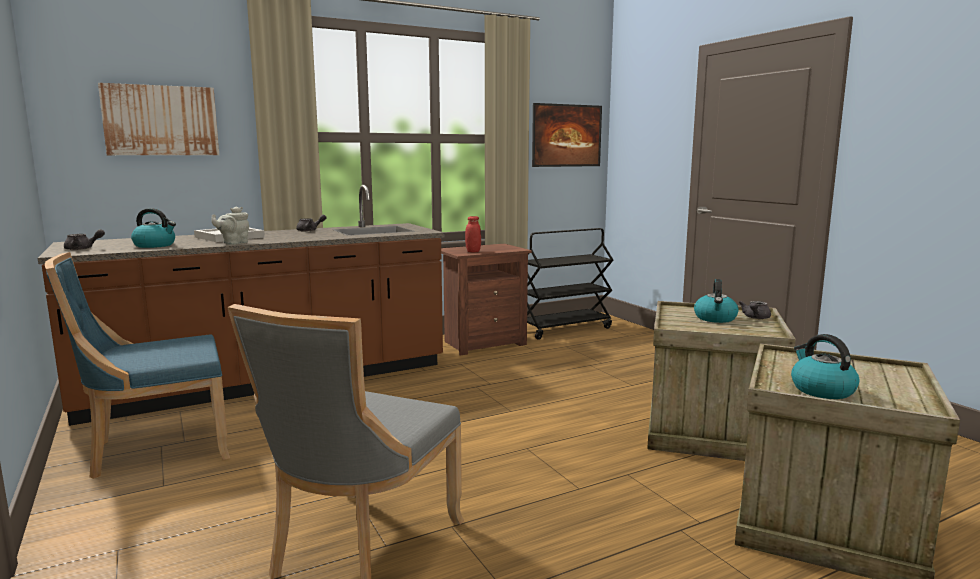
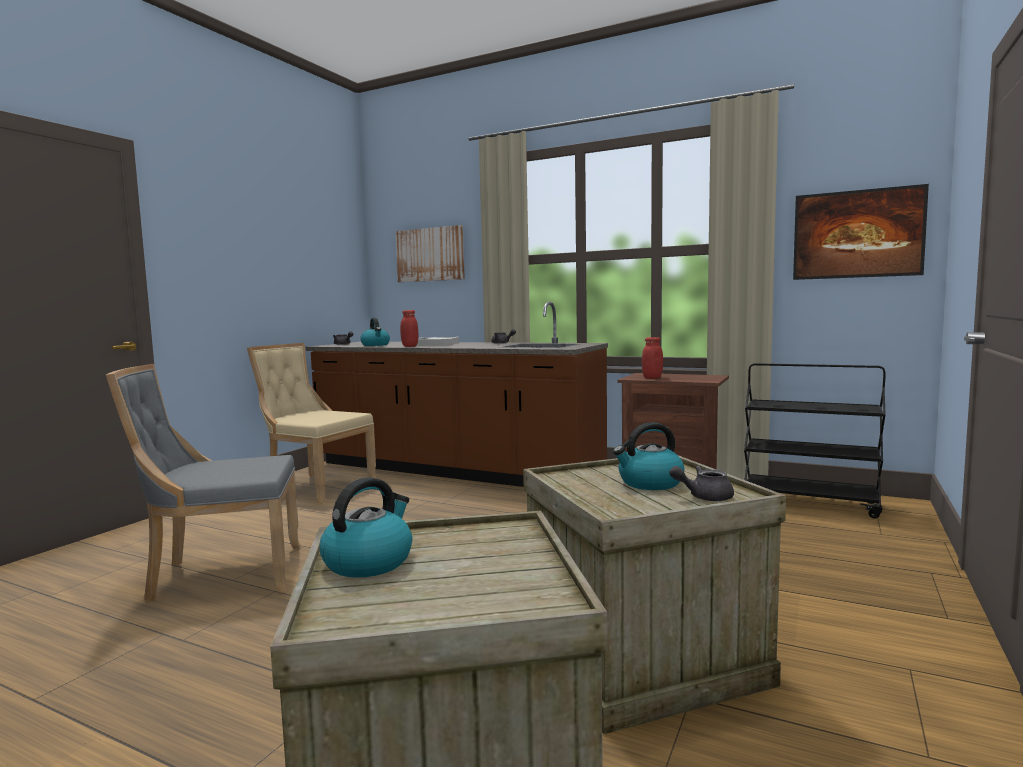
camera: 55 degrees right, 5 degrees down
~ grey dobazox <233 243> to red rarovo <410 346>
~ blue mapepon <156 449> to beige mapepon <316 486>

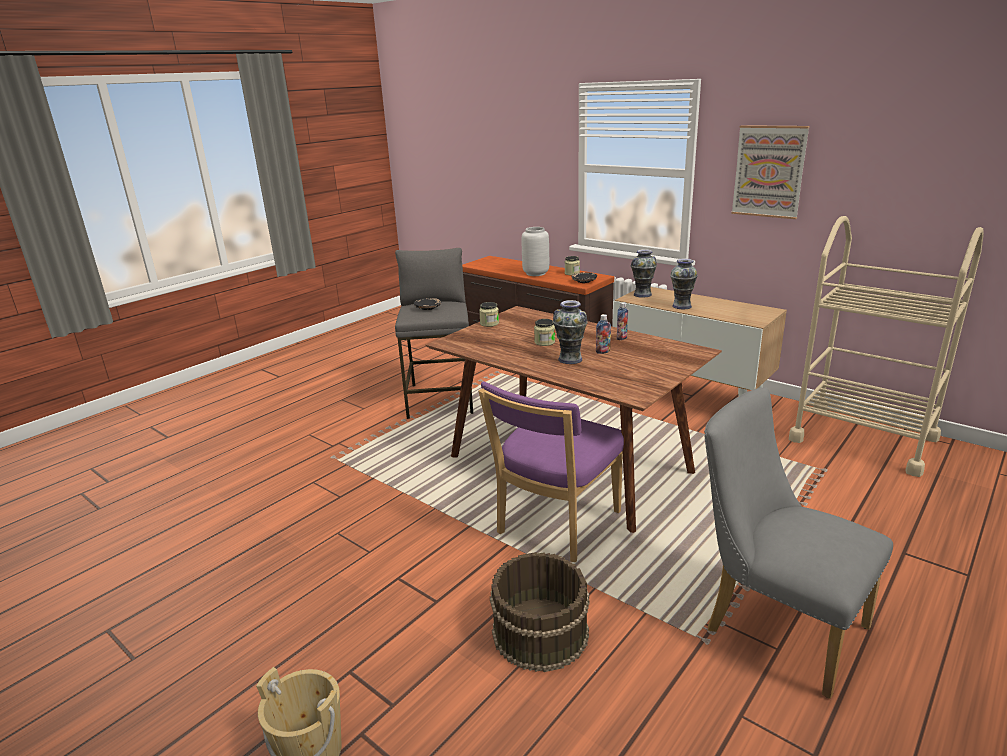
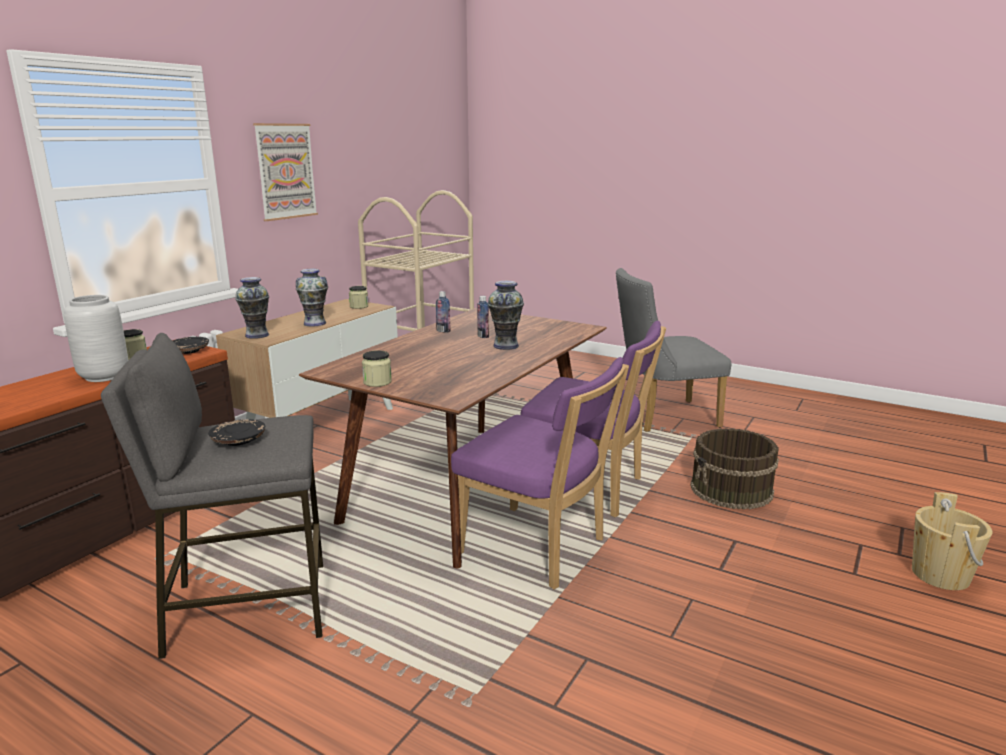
camera: 100 degrees left, 5 degrees down
~ rarovo <544 342> to <359 306>
~ grey mapepon <774 624> = <661 417> 45 degrees clockwise
+ purple mapepon <538 549>

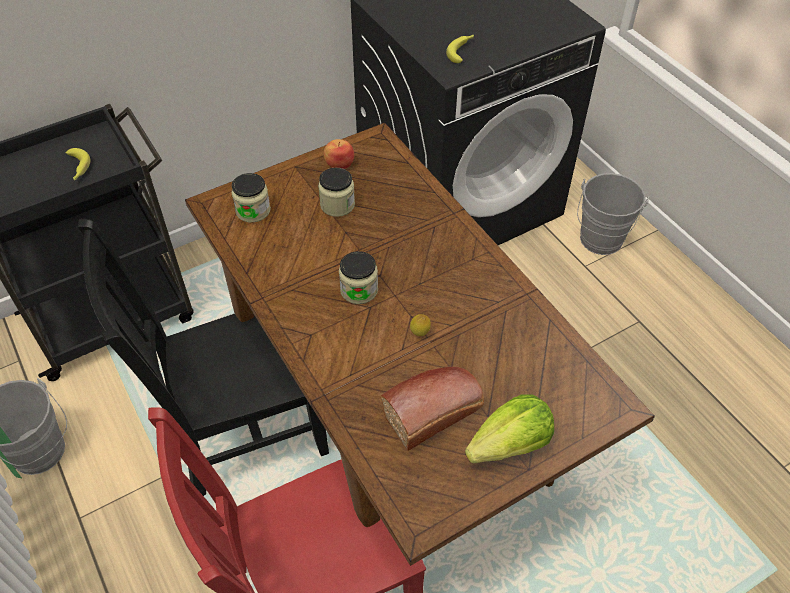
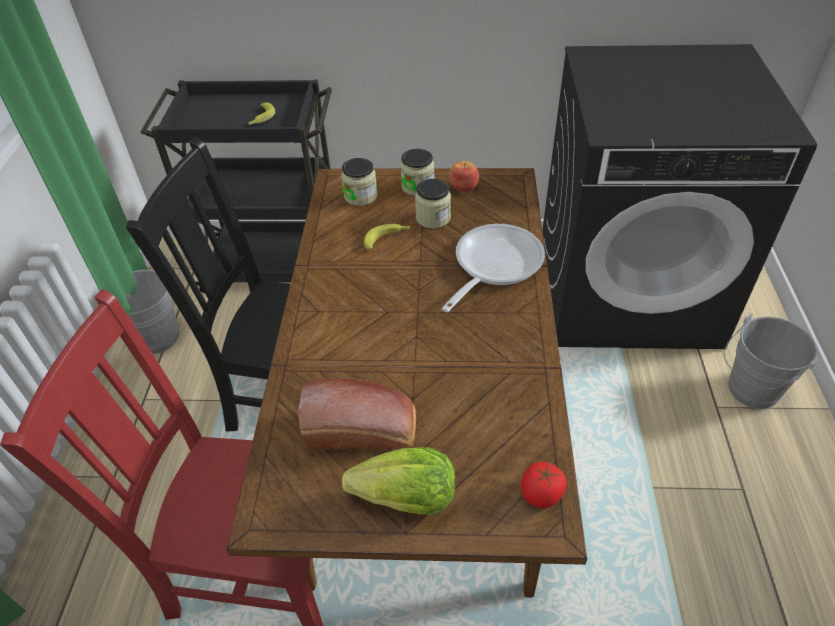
camera: 35 degrees right, 5 degrees down
~ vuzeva <462 51> to <387 239>
~ rarovo <359 290> to <418 186>
- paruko <420 334>
+ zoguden <493 265>
+ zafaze <541 494>

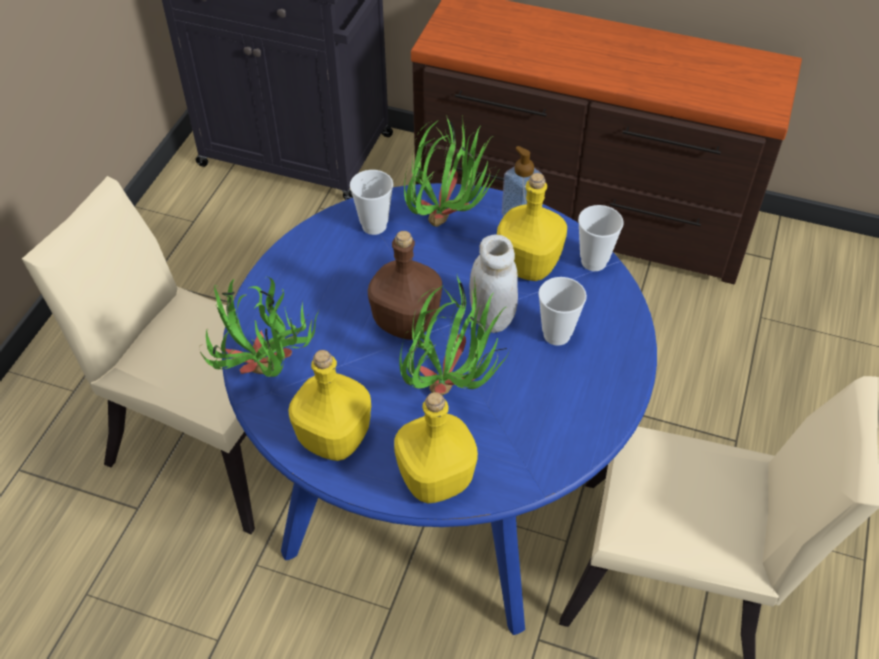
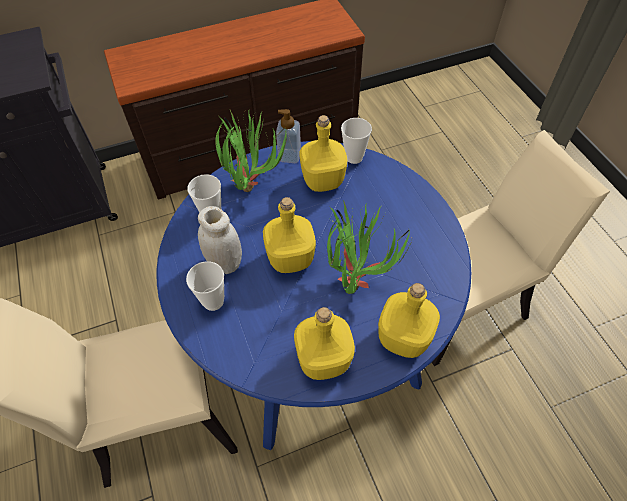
camera: 40 degrees left, 5 degrees up
~ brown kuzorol <405 322> to yellow kuzorol <291 259>
~ white rarovo <492 318> to <225 263>
- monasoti <267 380>
~ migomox <556 335> to <213 301>

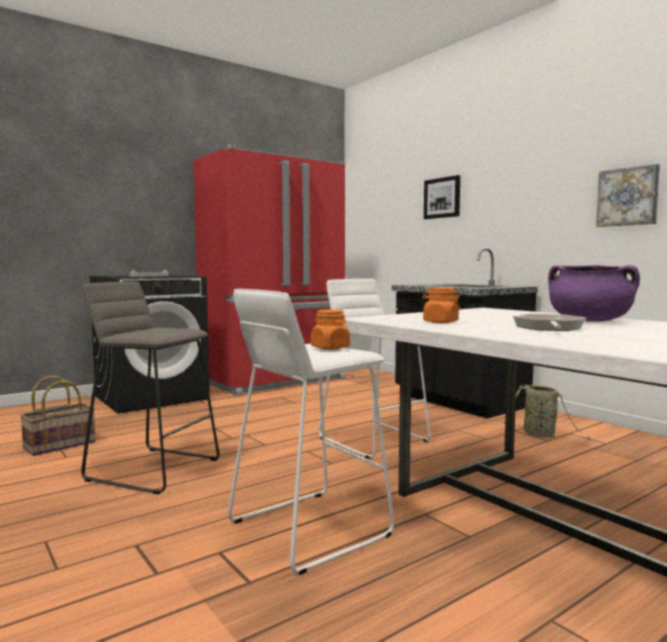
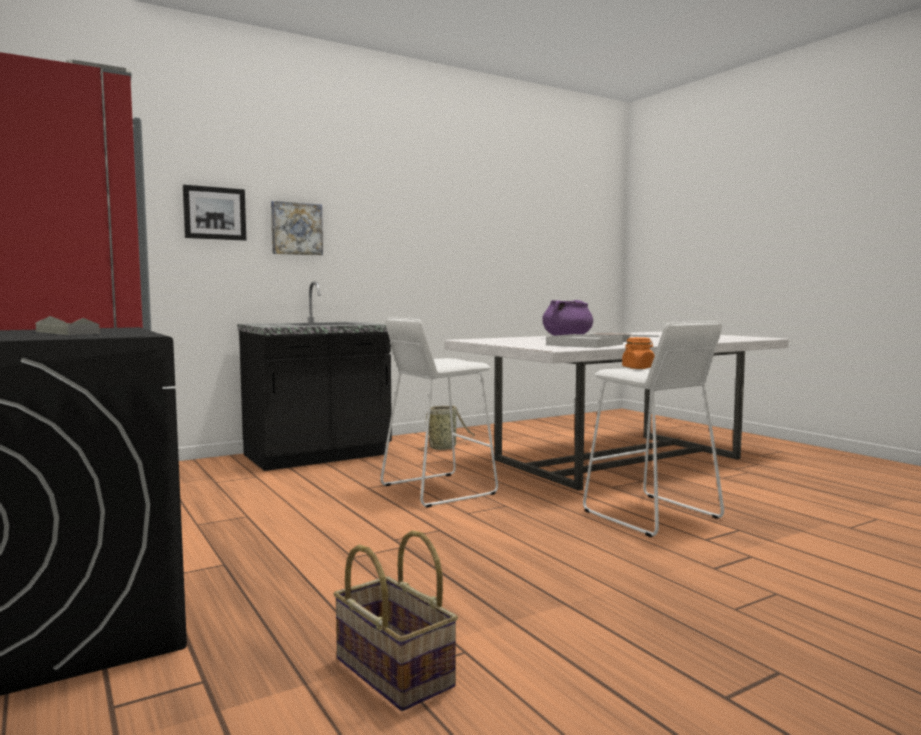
camera: 85 degrees left, 0 degrees up
~ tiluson <628 197> to <296 229>
- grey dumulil <154 469>
~ orange rarovo <440 322> to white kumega <584 345>

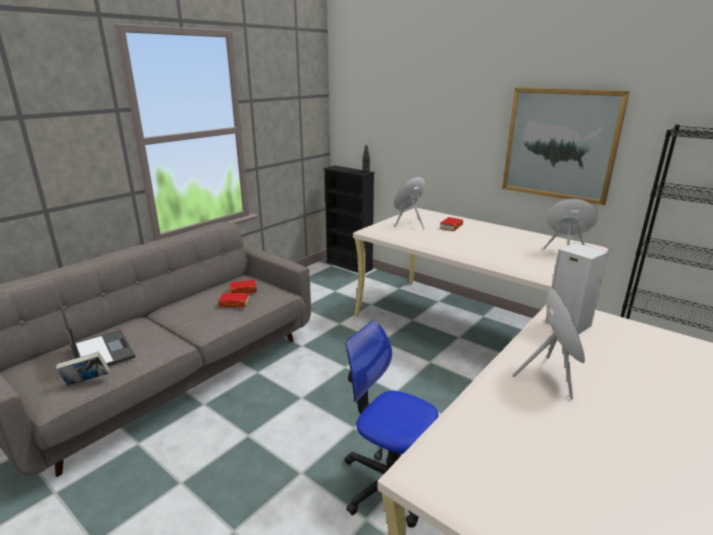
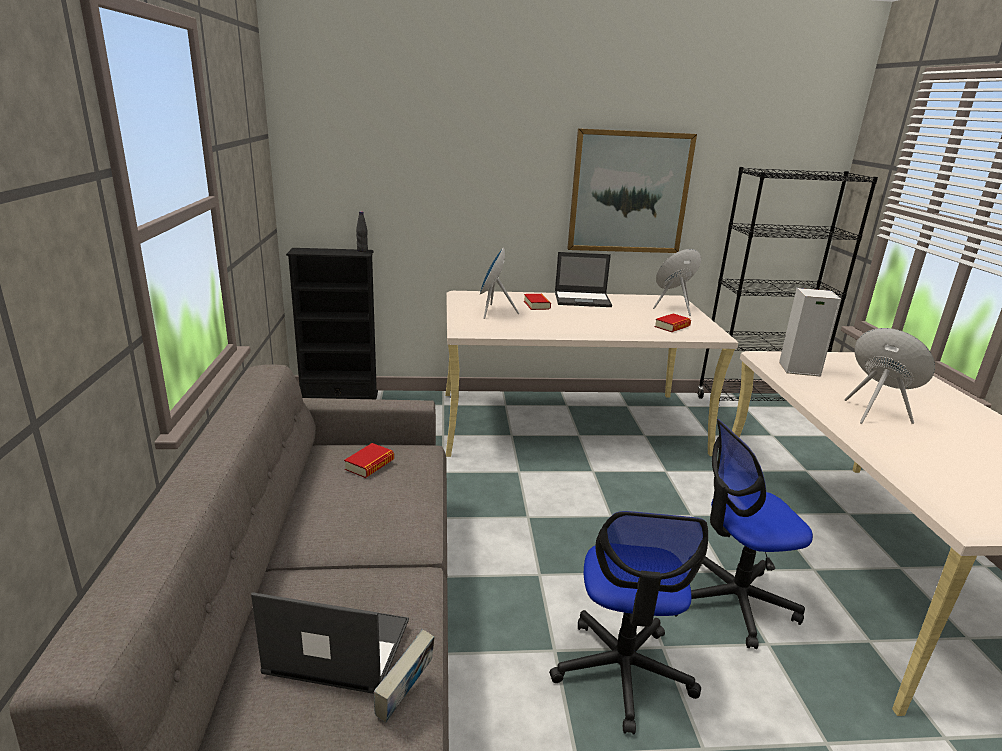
camera: 45 degrees left, 0 degrees up
~ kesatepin <234 303> to <672 326>
+ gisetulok <583 299>
+ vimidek <622 672>

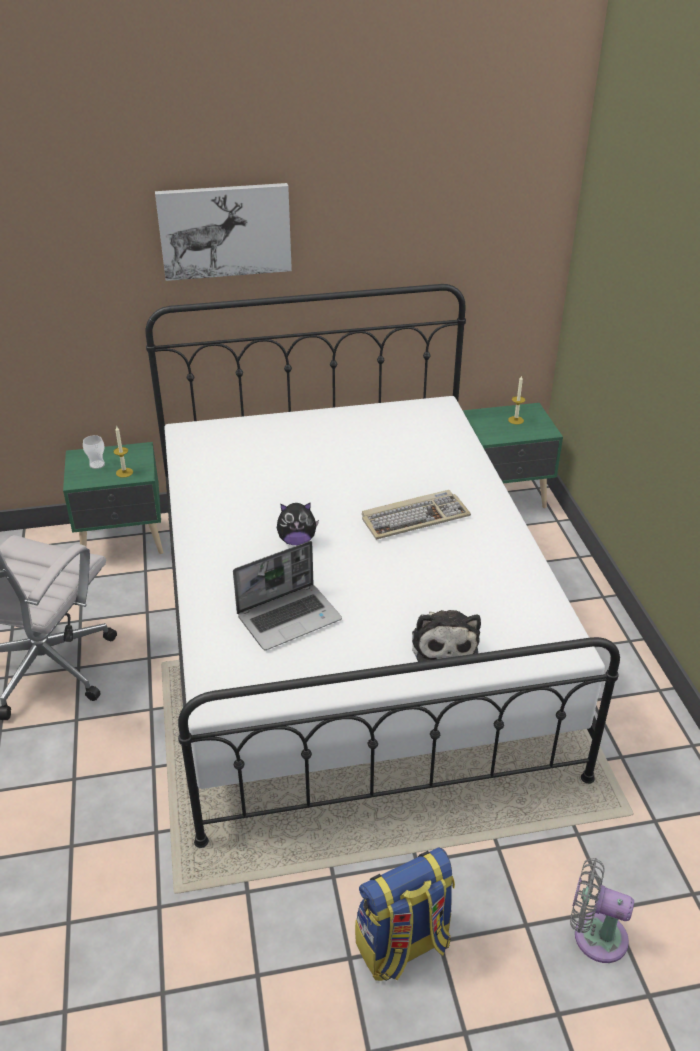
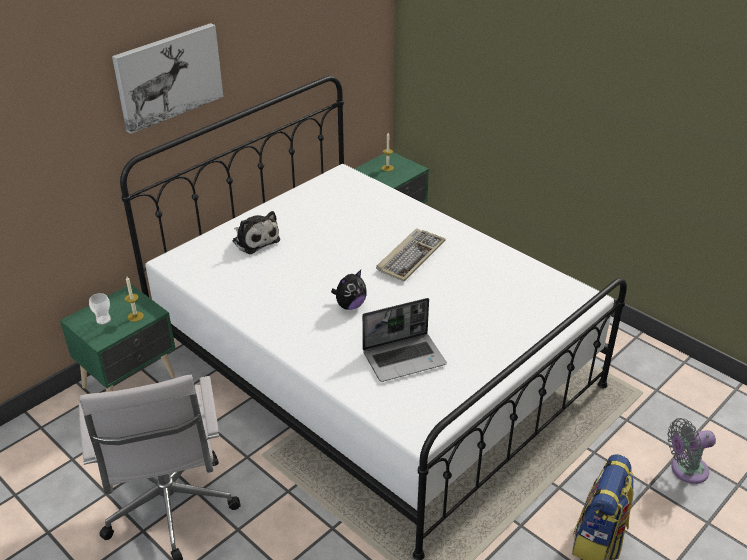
camera: 35 degrees left, 0 degrees up
~ gisetulok <290 617> = <404 358> 45 degrees clockwise
~ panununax <443 643> to <255 240>

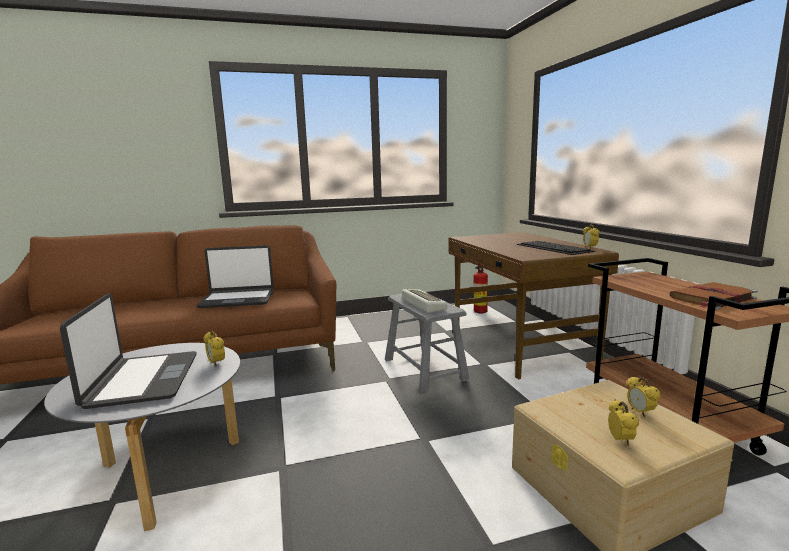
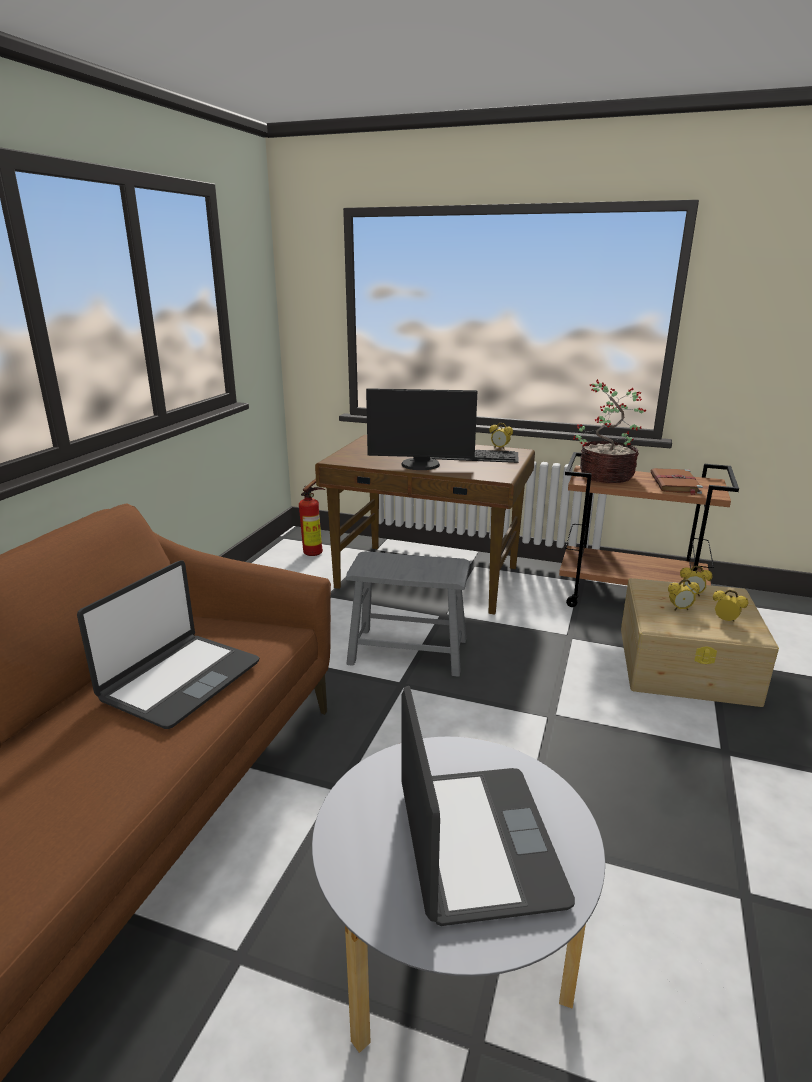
camera: 55 degrees left, 10 degrees up
- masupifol <422 304>
~ gisetulok <142 380> = <476 842> 60 degrees clockwise
~ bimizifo <216 363> to <680 609>
+ monasoti <604 476>
+ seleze <420 465>

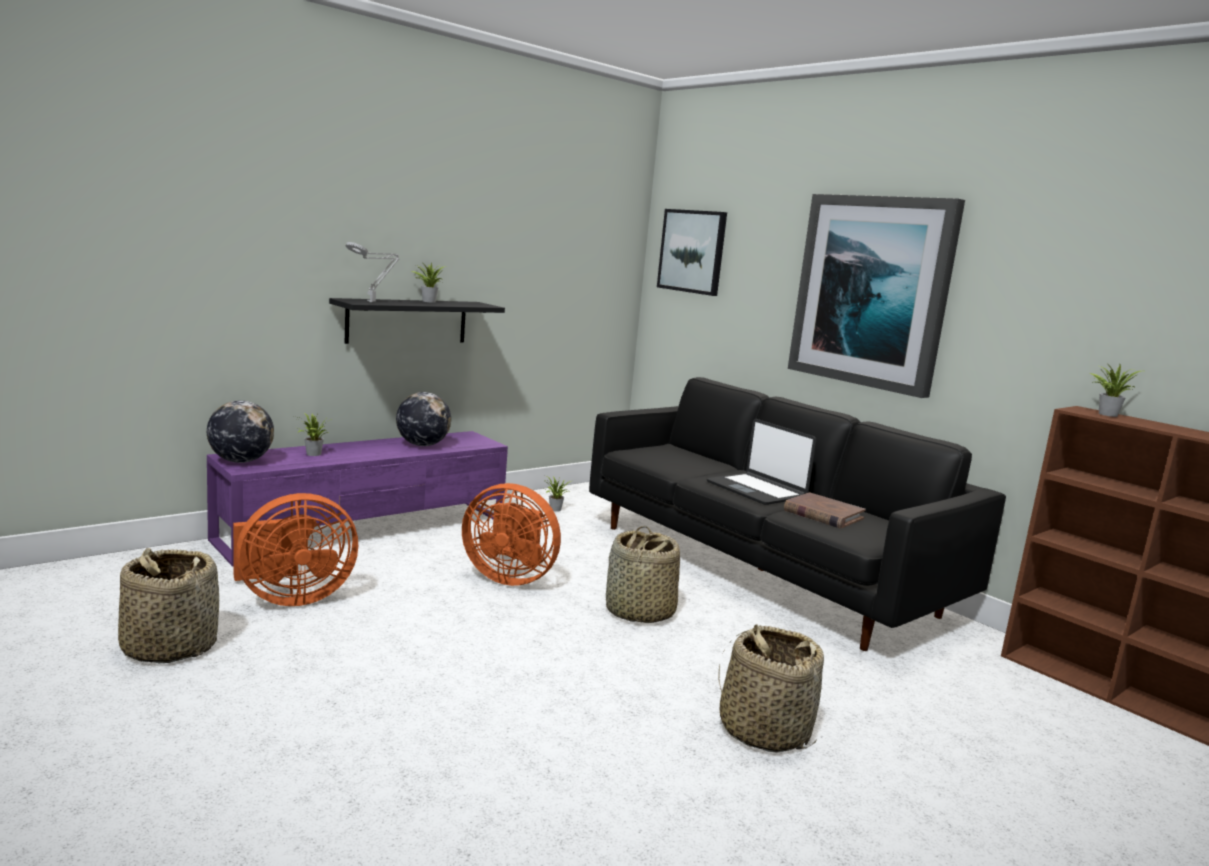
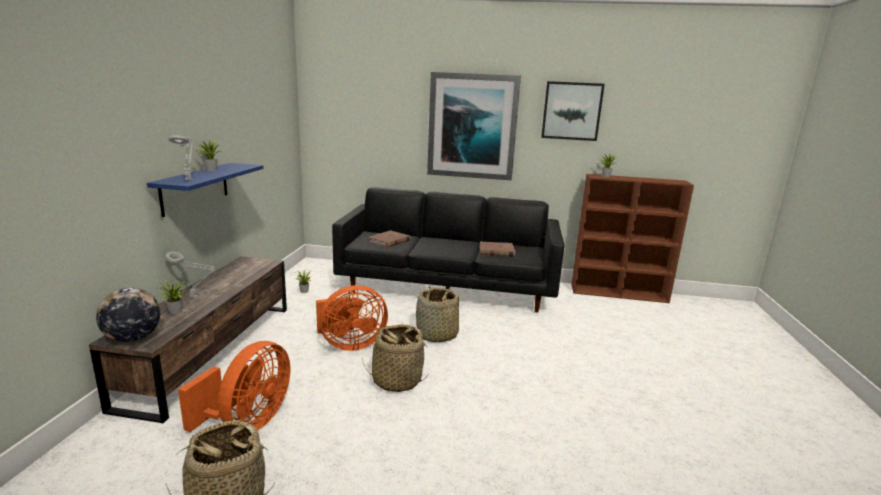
camera: 40 degrees left, 5 degrees up
~ tiluson <692 251> to <571 111>
~ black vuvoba <407 321> to blue vuvoba <195 188>
- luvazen <422 445>
- gisetulok <757 490>
~ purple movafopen <368 529> to brown movafopen <213 351>
~ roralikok <763 730> to <396 380>
+ brown kesatepin <389 241>
+ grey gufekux <195 297>

